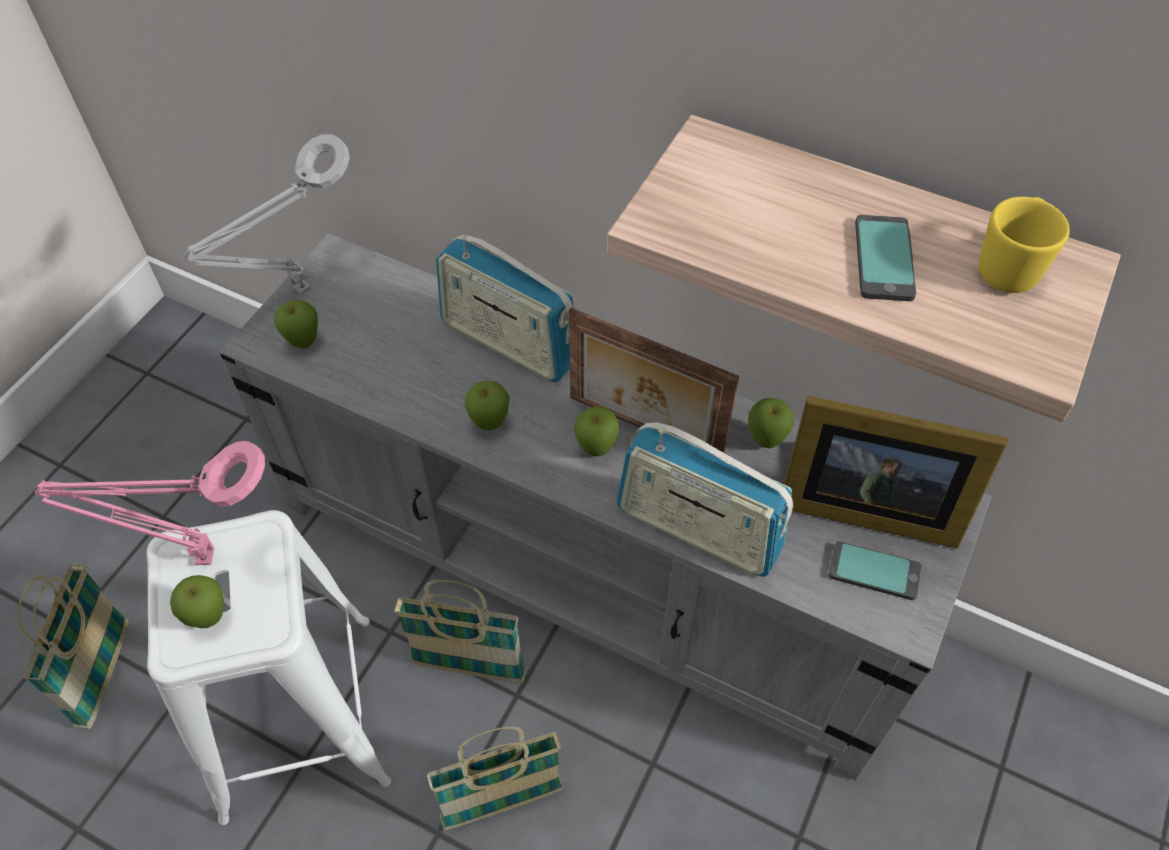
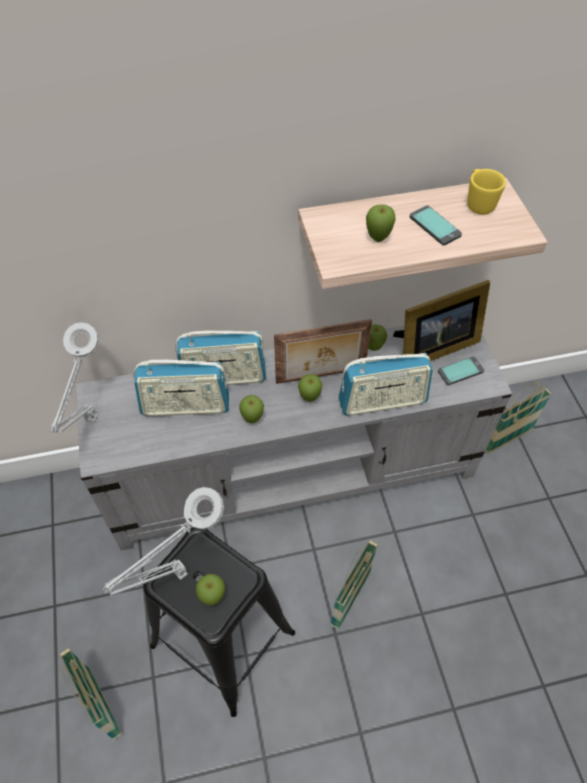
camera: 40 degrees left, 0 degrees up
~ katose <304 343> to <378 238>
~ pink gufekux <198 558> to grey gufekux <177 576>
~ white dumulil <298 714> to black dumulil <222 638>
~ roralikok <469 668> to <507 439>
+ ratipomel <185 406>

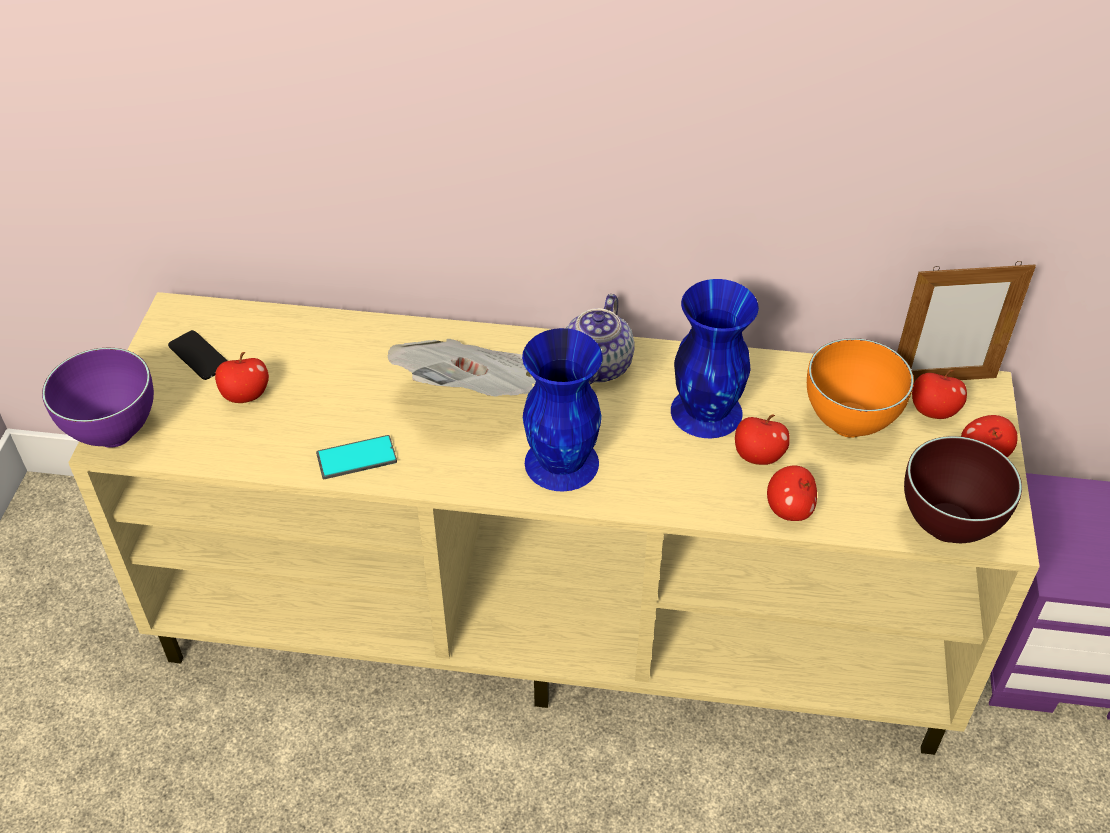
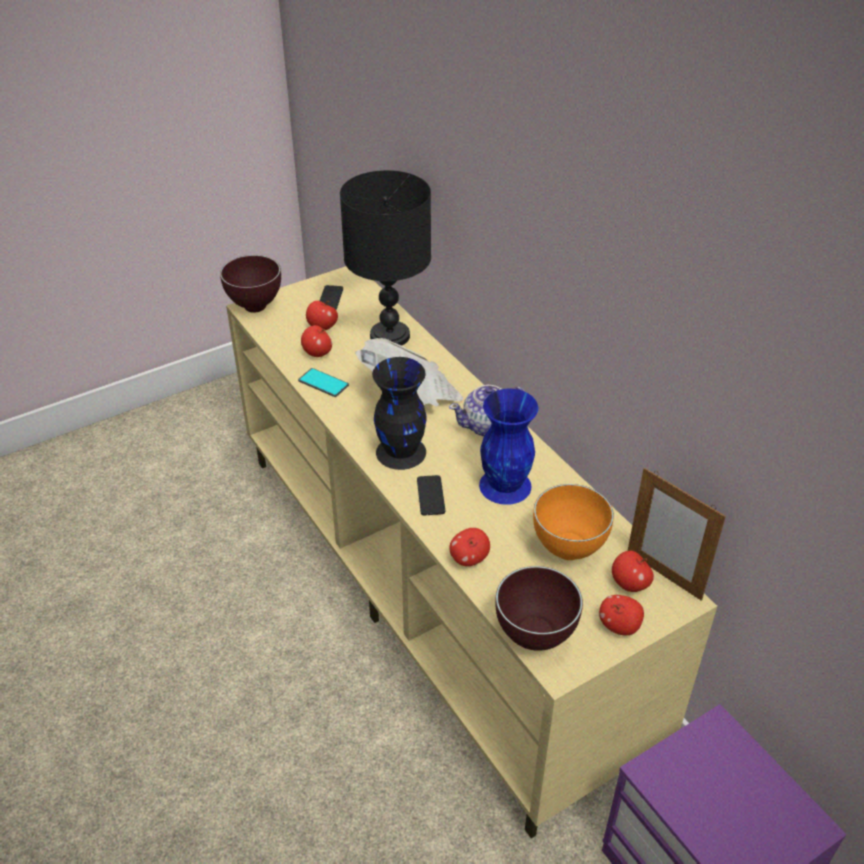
camera: 50 degrees right, 5 degrees down
~ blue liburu <563 462> to black liburu <401 452>
~ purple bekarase <117 436> to brown bekarase <255 308>
~ katose <758 456> to <317 353>
+ black gufekux <390 335>
+ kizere <430 496>

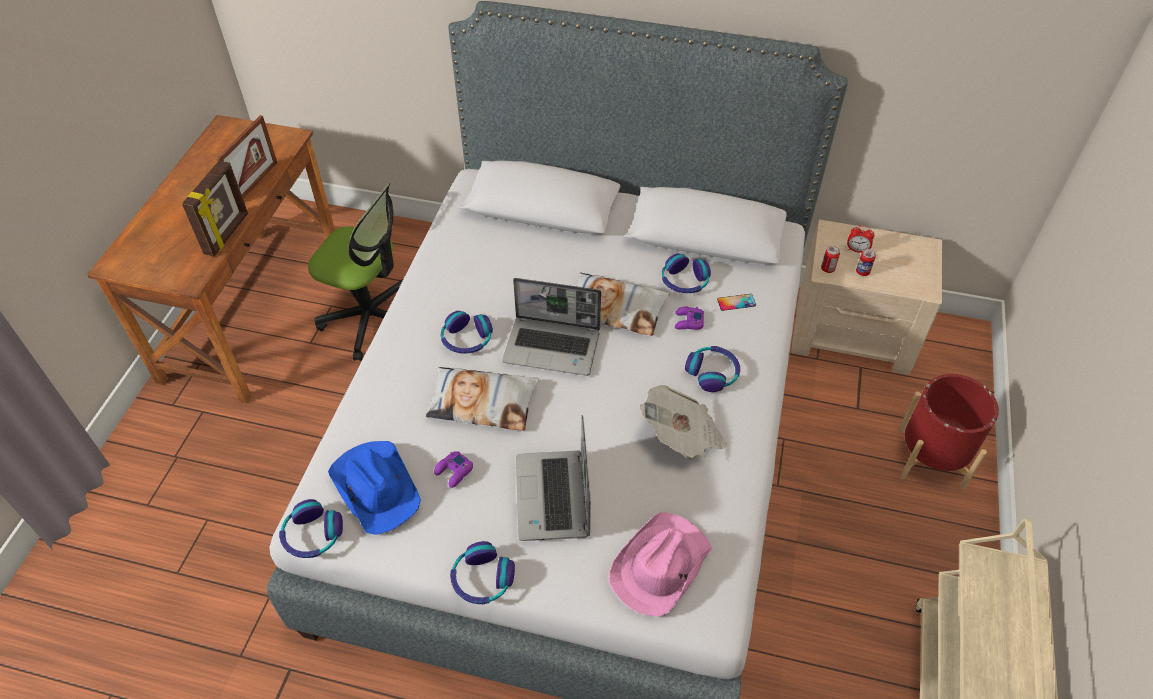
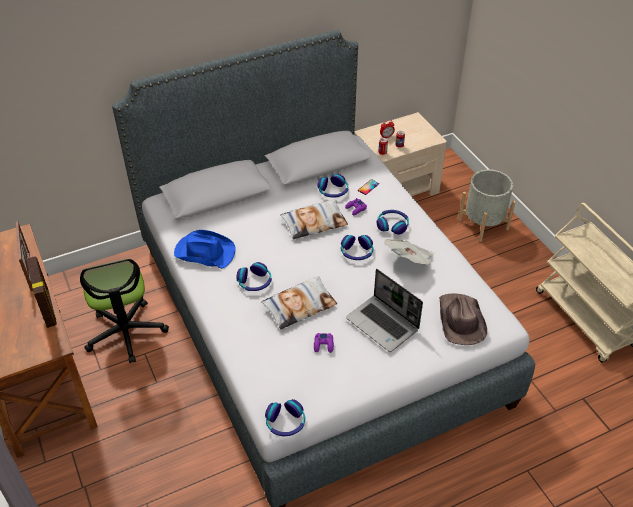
camera: 40 degrees left, 5 degrees down
~ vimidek <372 318> = <126 332> 90 degrees clockwise
- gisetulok <553 346>
~ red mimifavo <931 457> to grey mimifavo <483 224>
~ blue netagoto <376 486> to <204 252>
~ pink netagoto <659 566> to brown netagoto <460 320>
~ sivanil <482 579> to <356 252>

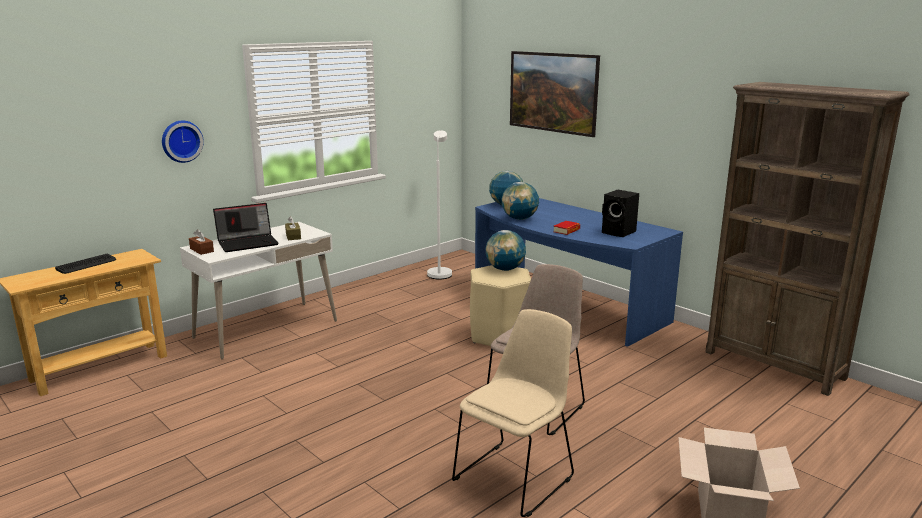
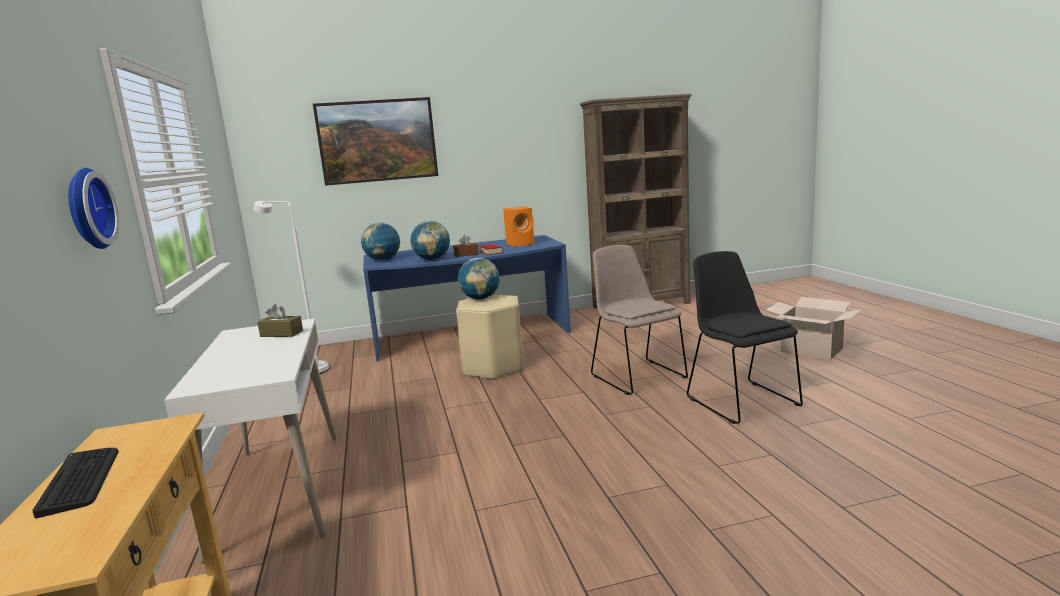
camera: 60 degrees left, 5 degrees down
~ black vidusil <619 232> to orange vidusil <521 244>
- gisetulok <248 243>
~ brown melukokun <201 250> to <466 254>
~ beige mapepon <515 476> to black mapepon <740 400>

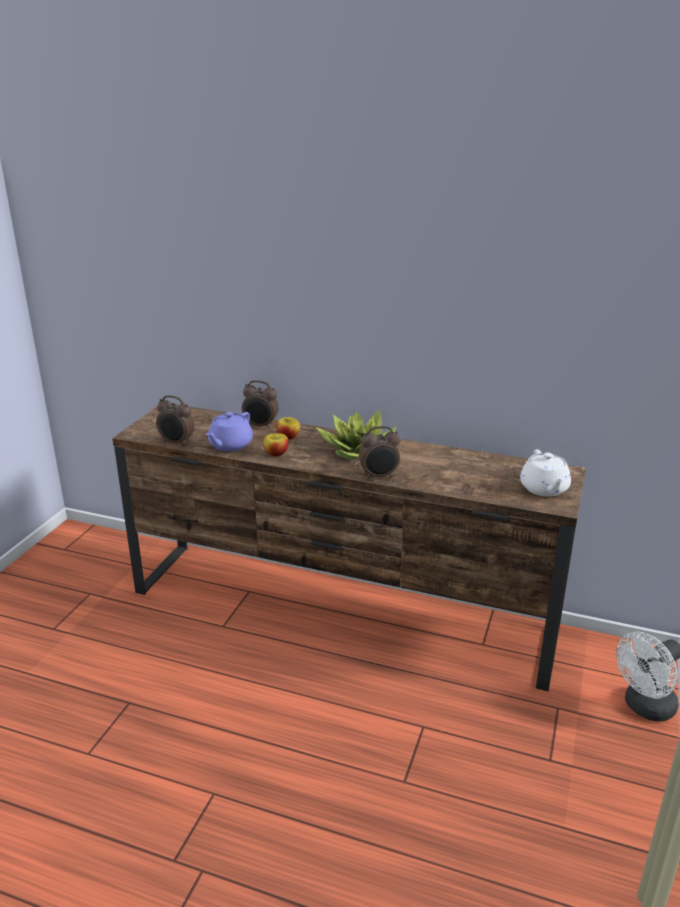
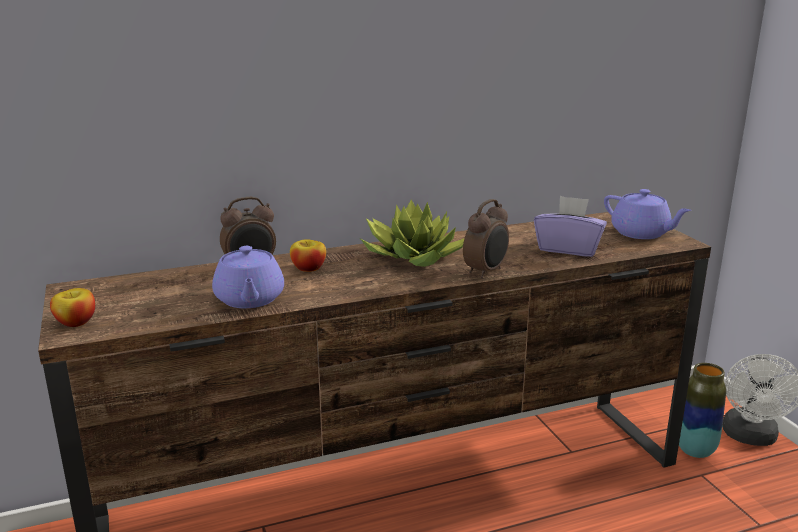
camera: 40 degrees left, 5 degrees down
- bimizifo <176 443>
~ katose <276 453> to <76 322>
~ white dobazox <544 489> to purple dobazox <641 233>
+ purple melukokun <568 248>
+ liburu <695 450>

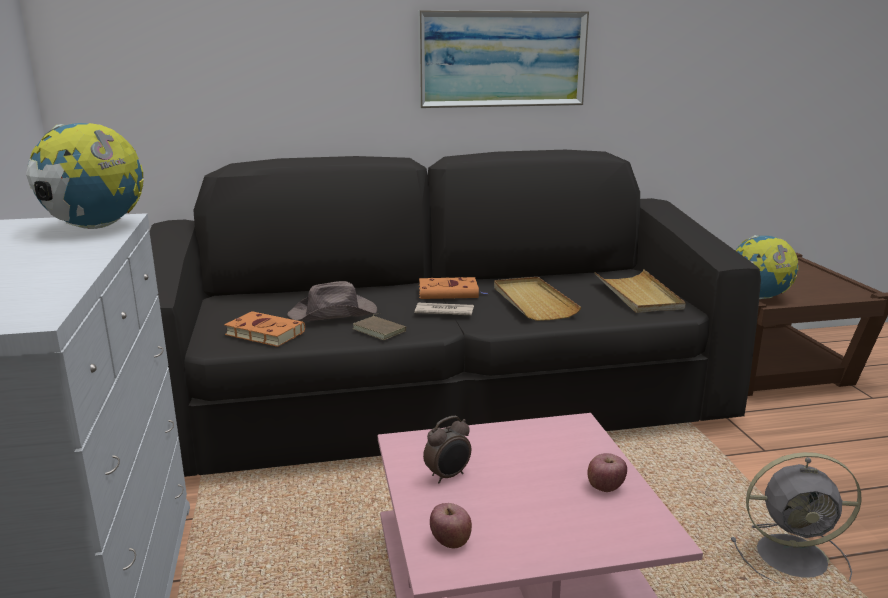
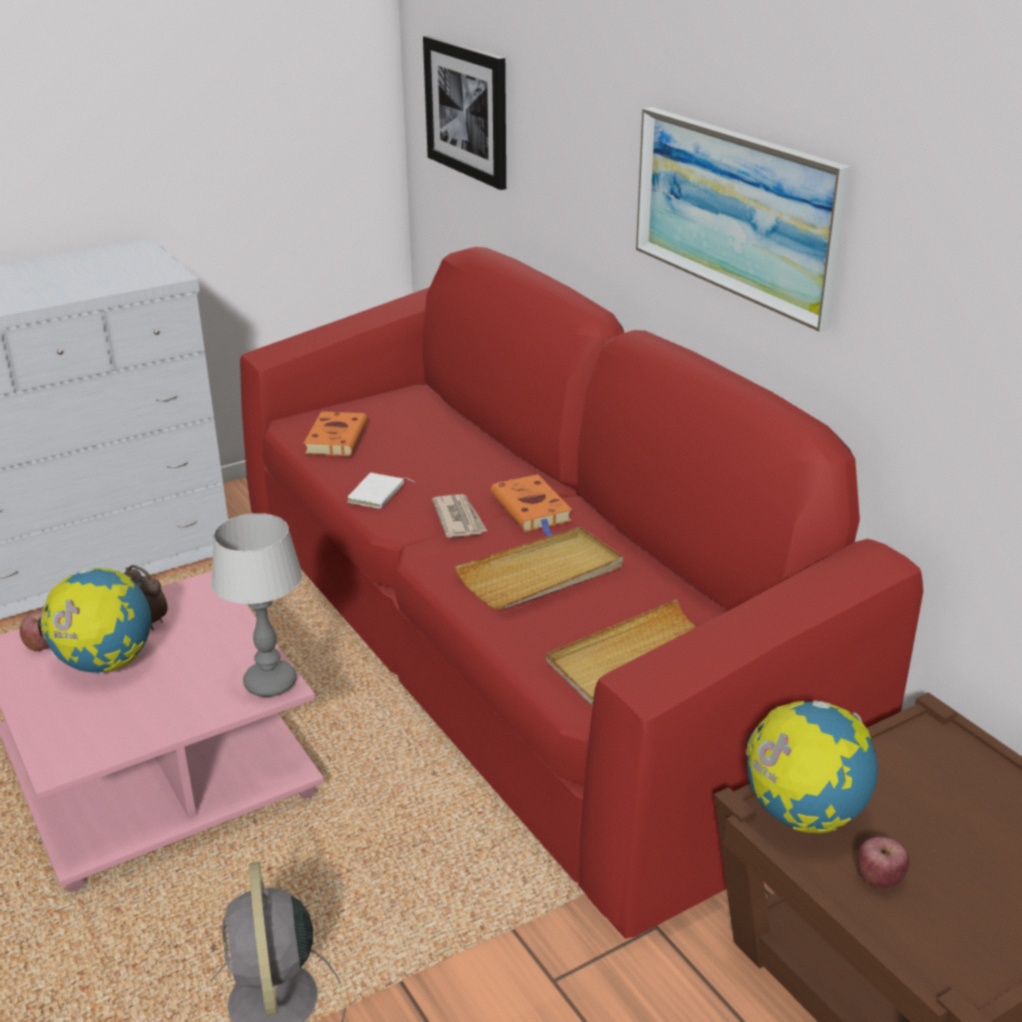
camera: 70 degrees right, 10 degrees up
~ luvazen <94 227> to <105 664>
~ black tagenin <445 405> to red tagenin <515 646>
- brown netagoto <334 313>
~ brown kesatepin <380 330> to white kesatepin <378 494>
~ katose <605 487> to <879 879>
+ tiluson <467 110>
+ gufekux <271 682>

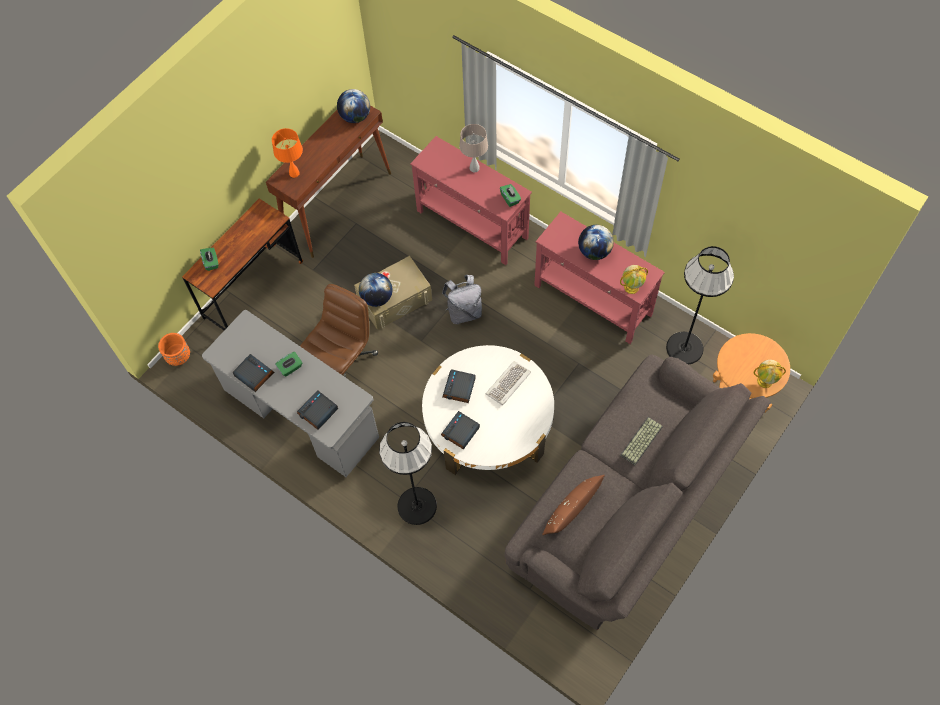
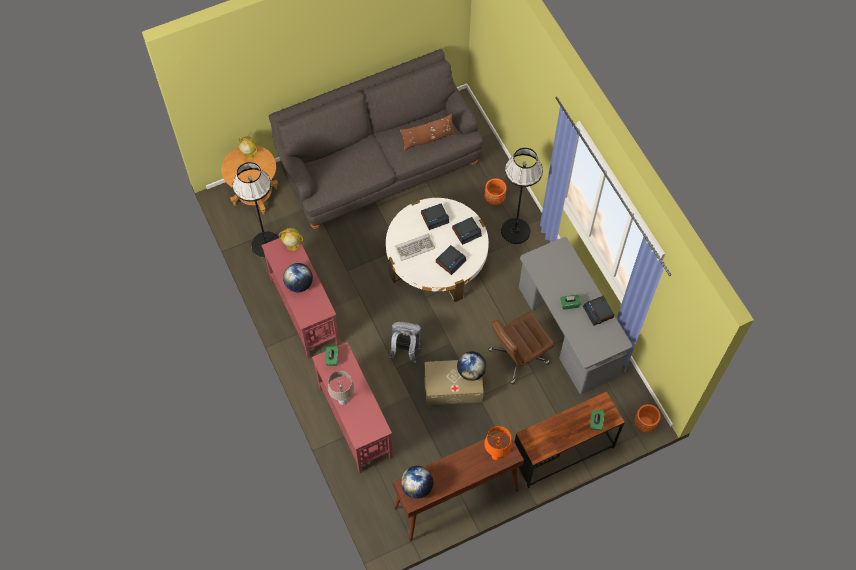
camera: 155 degrees left, 0 degrees up
~ bimizifo <318 412> to <435 218>
- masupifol <641 442>
+ orange mimifavo <494 198>

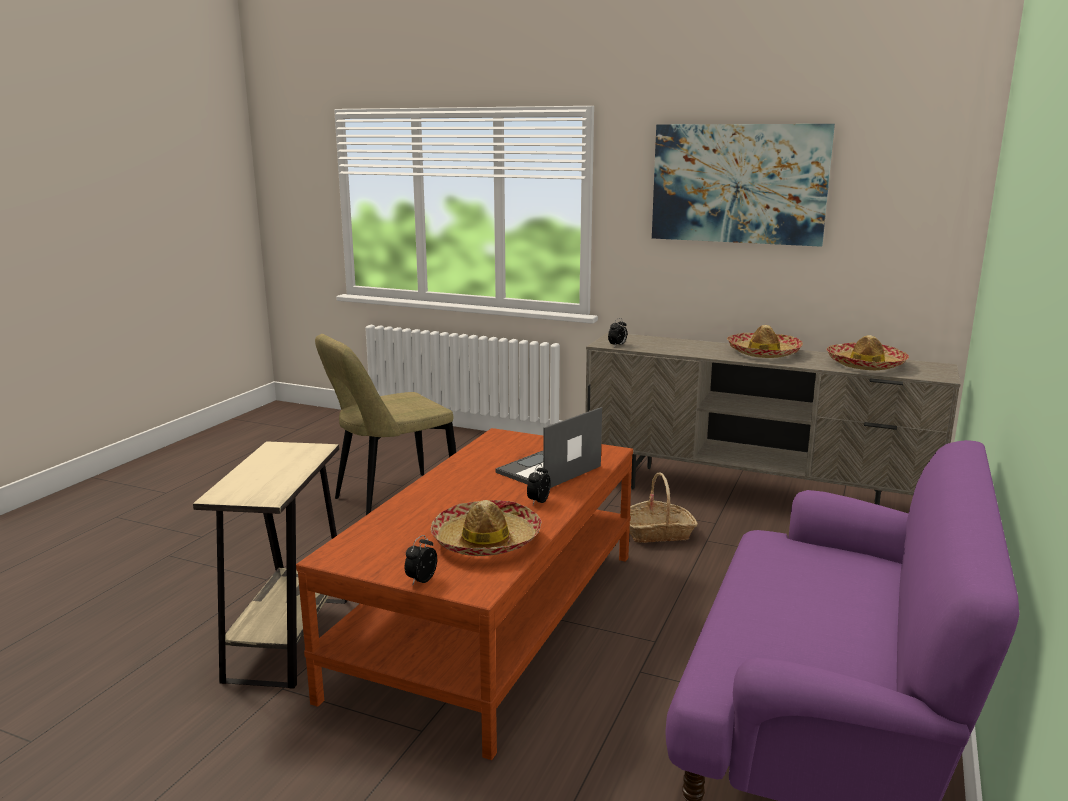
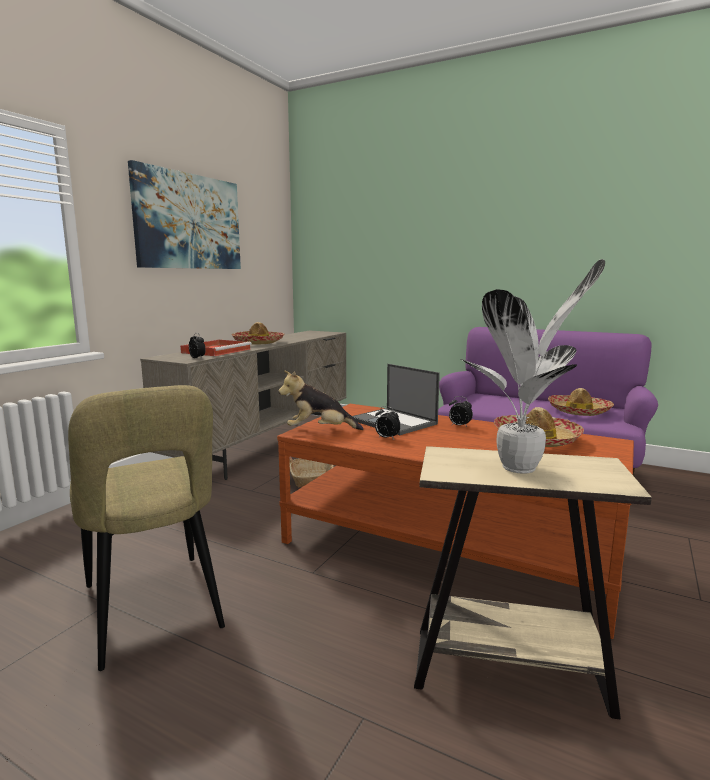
camera: 85 degrees left, 5 degrees down
~ netagoto <865 365> to <579 411>
~ bimizifo <421 580> to <386 438>
+ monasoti <523 468>
+ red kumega <217 350>
+ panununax <319 431>

